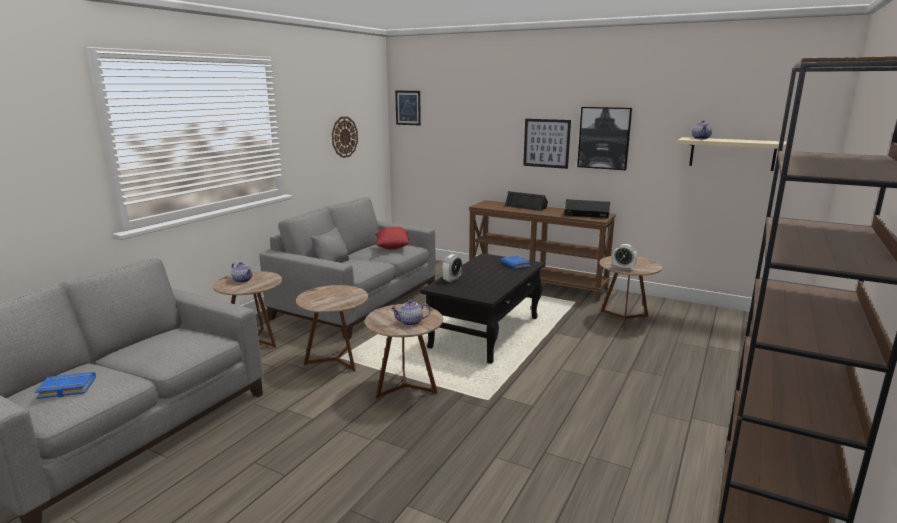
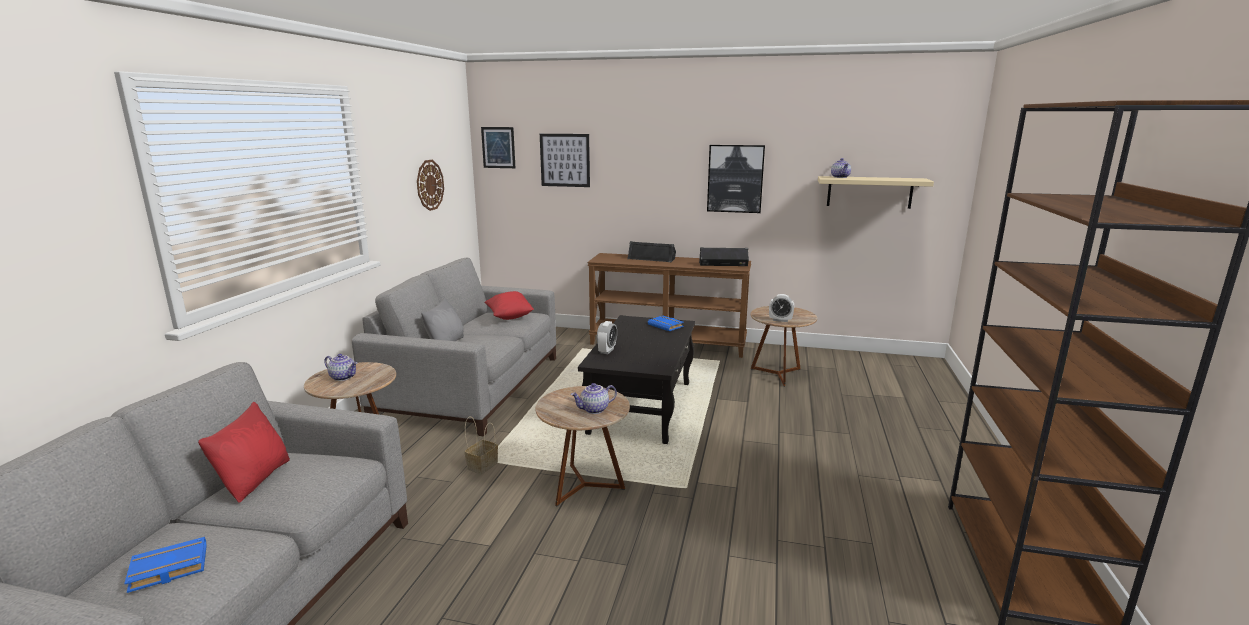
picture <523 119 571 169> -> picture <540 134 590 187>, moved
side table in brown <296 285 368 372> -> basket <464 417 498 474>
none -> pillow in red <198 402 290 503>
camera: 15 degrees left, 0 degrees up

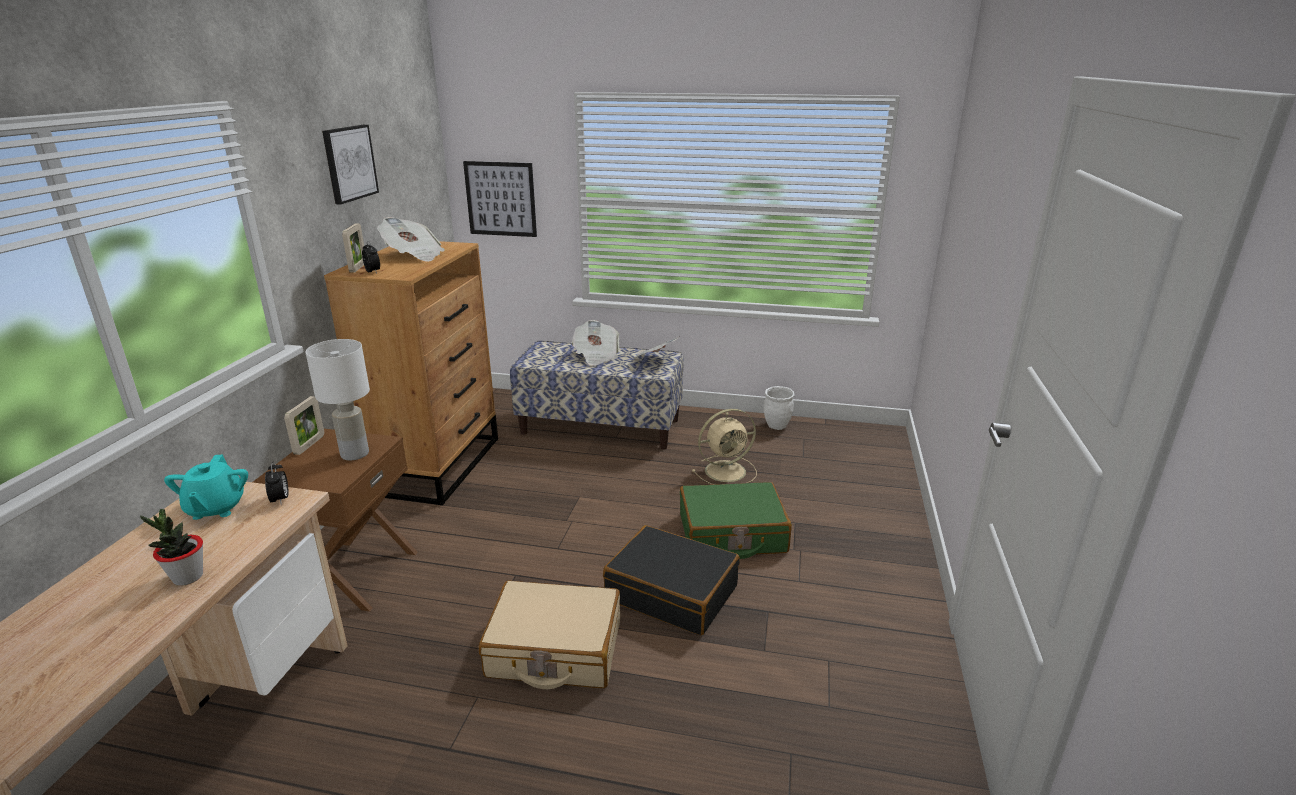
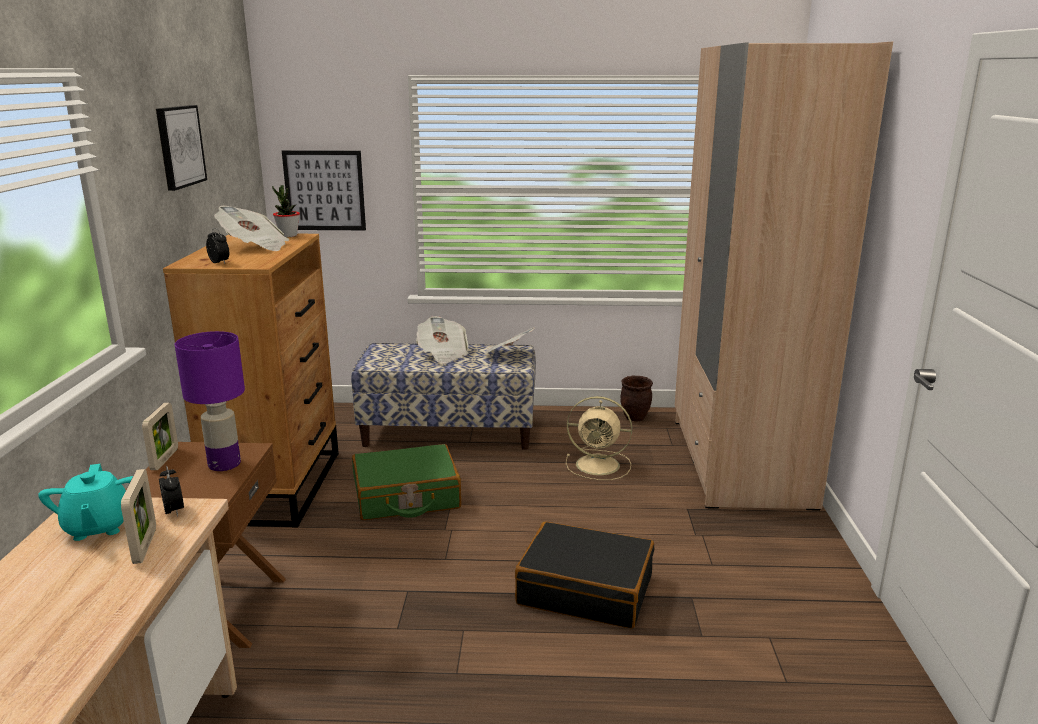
picture frame <342 223 364 273> -> picture frame <121 469 156 564>, moved
table lamp in white <305 339 370 460> -> table lamp in purple <175 331 245 471>
planter in white <764 386 795 430> -> planter in brown <621 376 653 422>
fan in beige <692 409 757 485> -> fan in beige <566 396 632 480>, 45 degrees clockwise
suitcase in green <680 482 792 559> -> suitcase in green <352 444 461 520>, moved
potted plant <140 509 203 586> -> potted plant <272 185 300 237>, moved
suitcase in beige <479 580 620 689> -> none
none -> wardrobe in beige <675 42 893 511>
camera: 10 degrees left, 5 degrees down

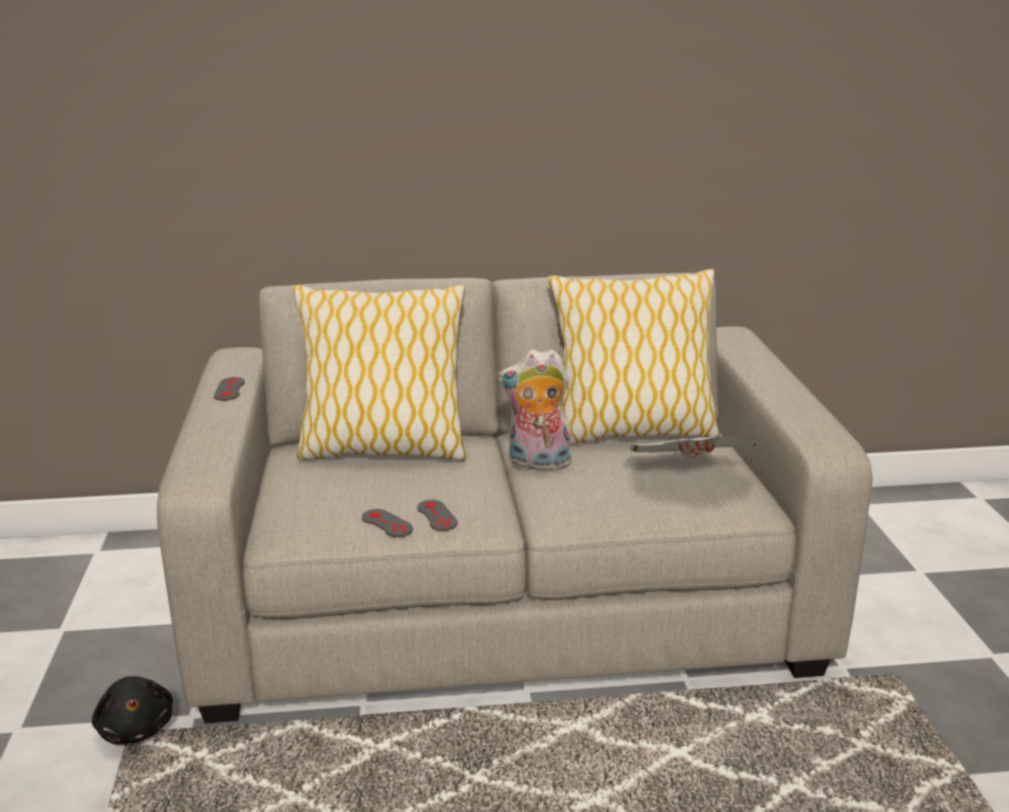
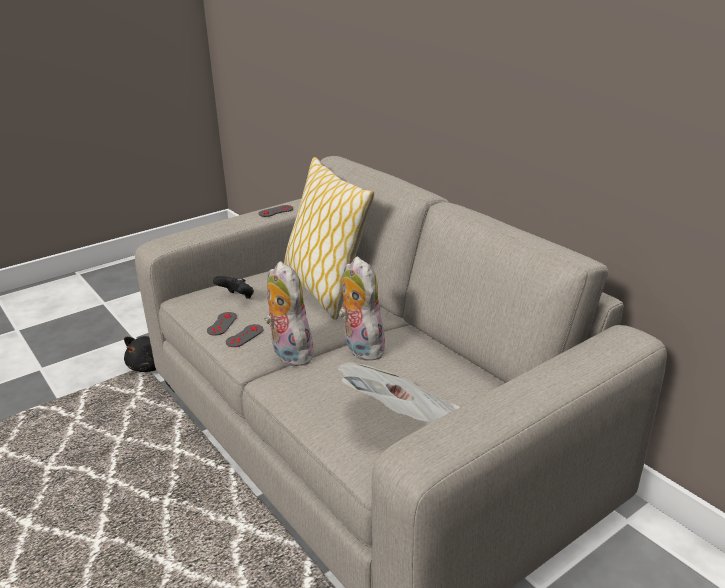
pillow <548 269 720 445> -> none
none -> plush toy <264 262 313 366>
none -> game controller in black <213 276 254 299>
camera: 60 degrees right, 5 degrees up

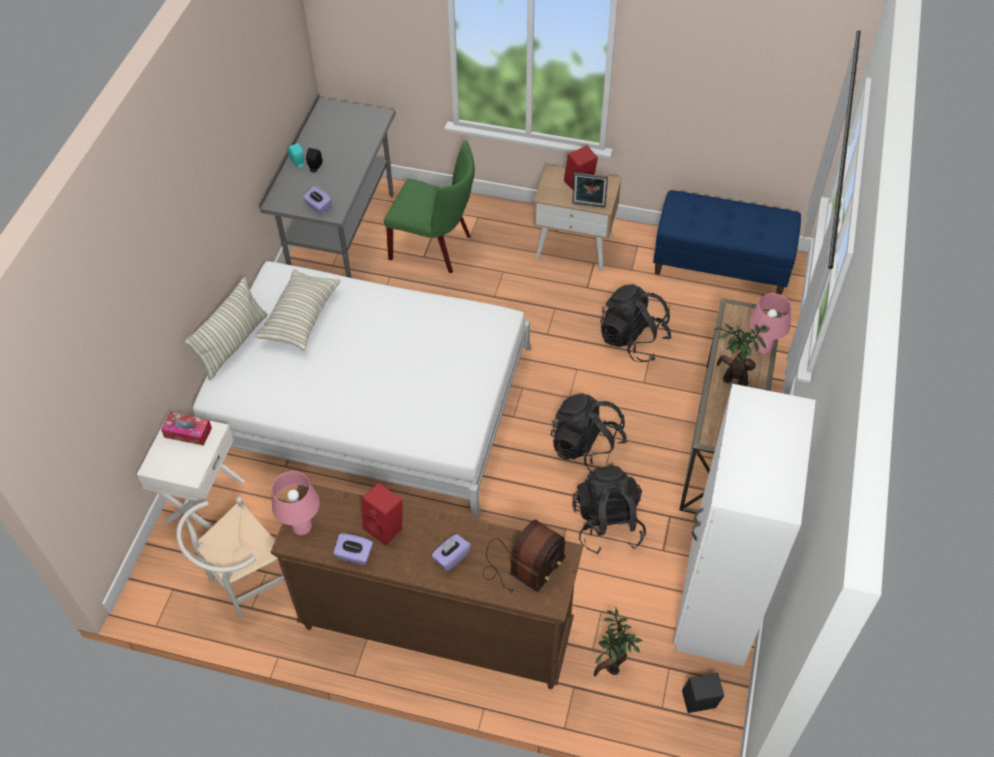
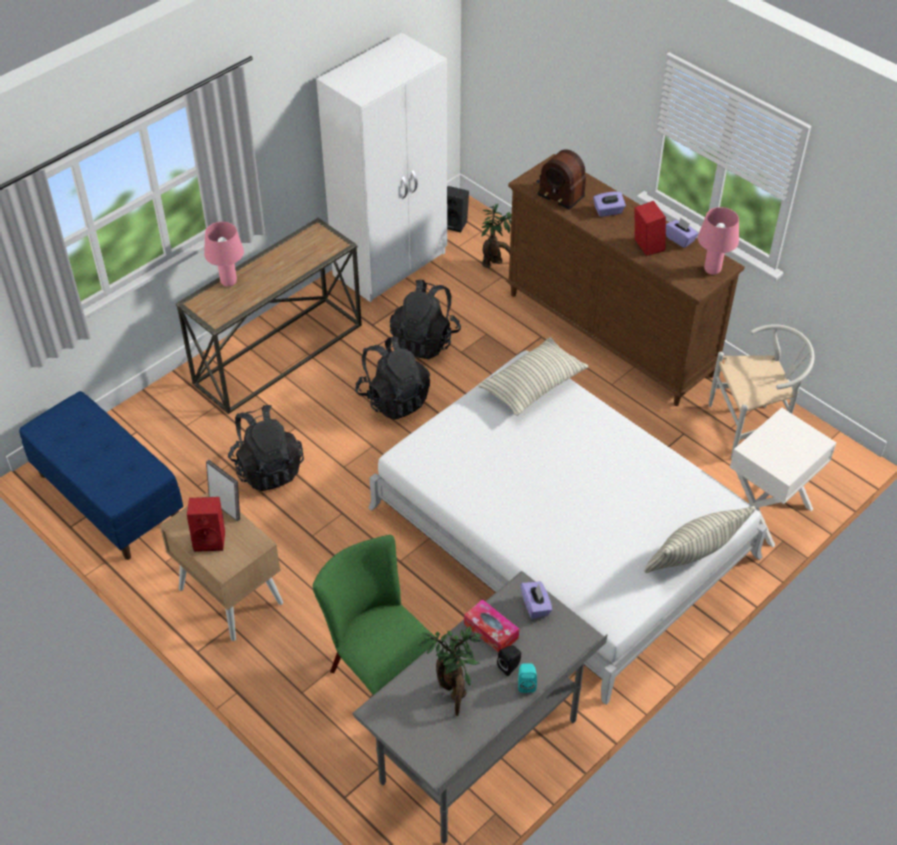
pillow <256 269 341 351> -> pillow <478 337 589 416>, moved
potted plant <714 323 770 386> -> potted plant <419 626 482 716>, moved
tissue box <161 412 212 446> -> tissue box <464 599 519 653>, moved
radio <483 520 566 593> -> radio <536 149 586 210>, 120 degrees counterclockwise
camera: 150 degrees left, 5 degrees down

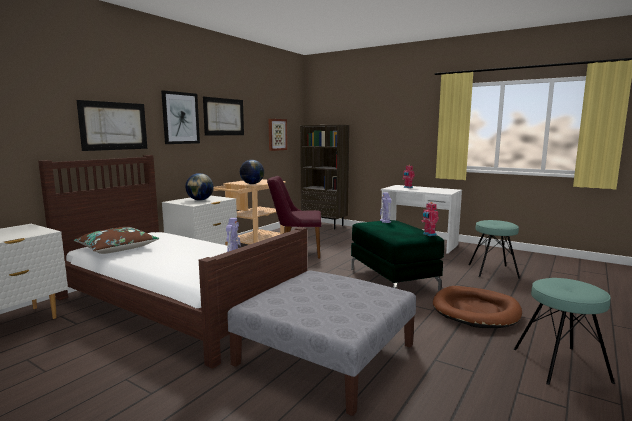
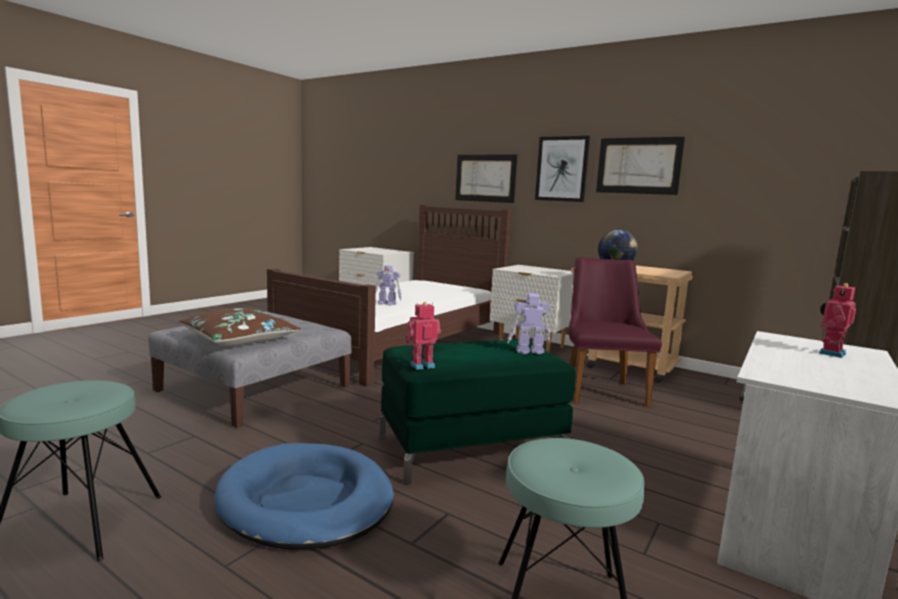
picture <269 119 287 151> -> none
globe <185 173 214 201> -> none
pillow in brown <74 227 159 254> -> pillow in brown <179 308 301 346>, moved
dog bed in brown <433 286 522 328> -> dog bed in blue <214 443 394 550>
camera: 90 degrees right, 0 degrees up

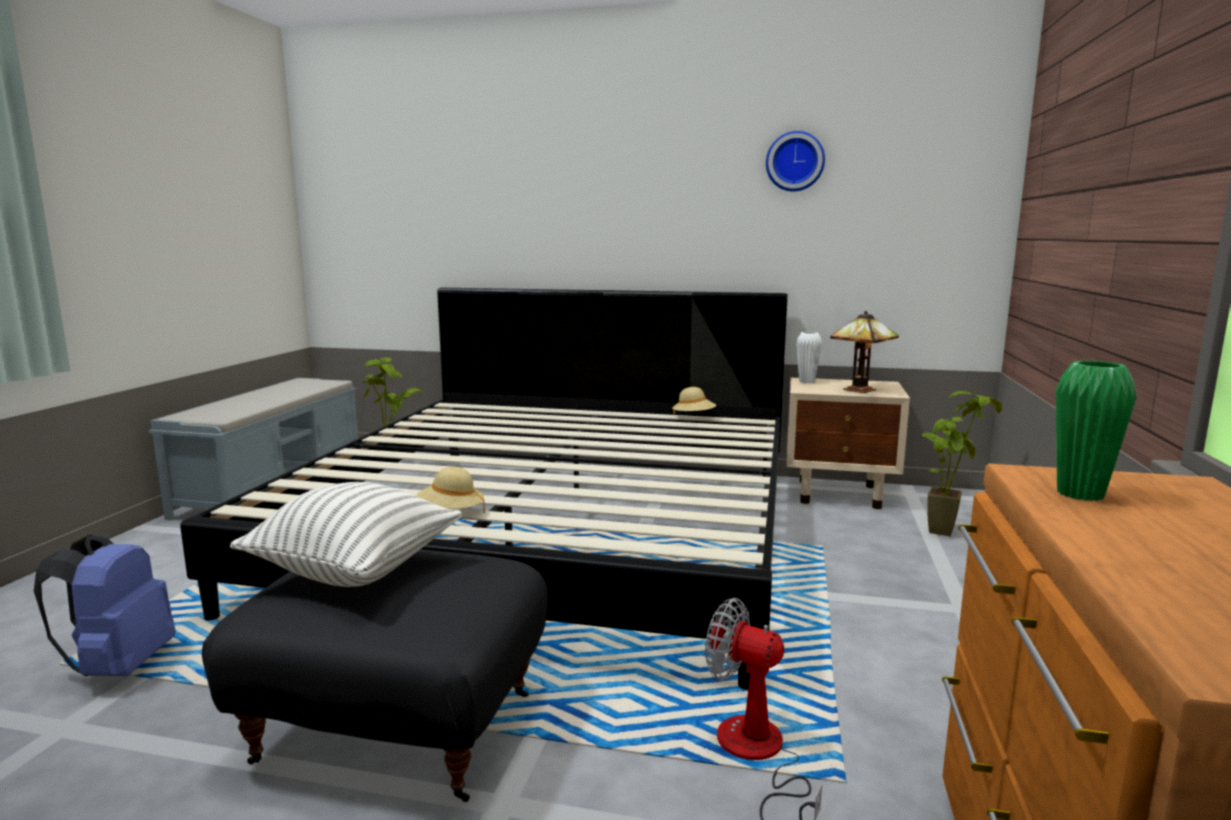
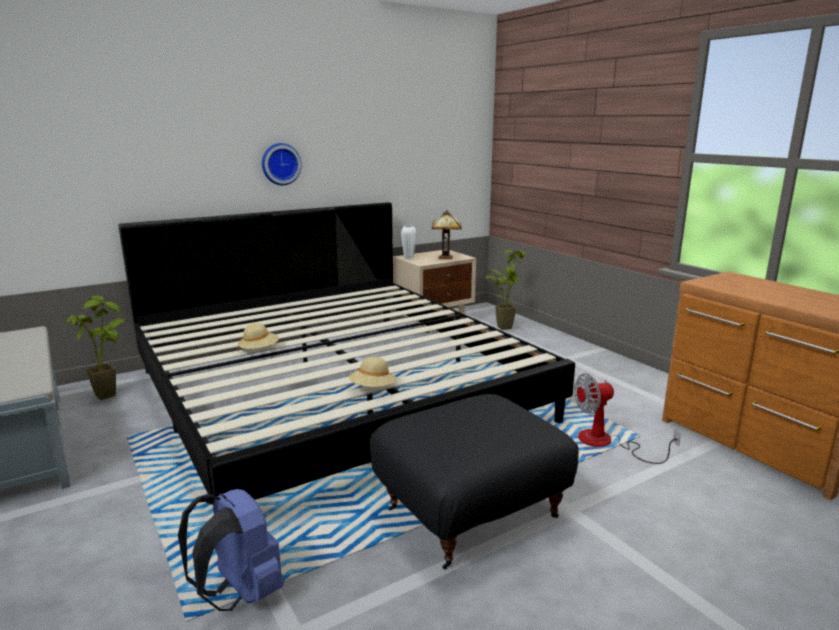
wall clock <766 131 825 192> -> wall clock <262 143 302 185>, moved
vase in green <1056 360 1136 501> -> none
hat in beige <672 387 716 414> -> hat in beige <238 323 279 353>, moved
pillow <230 482 462 587> -> none
camera: 45 degrees left, 5 degrees up

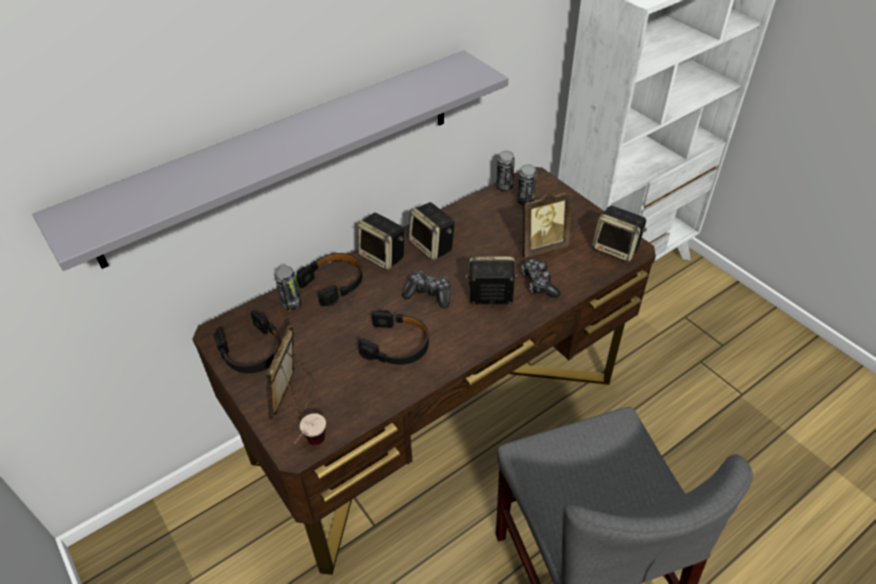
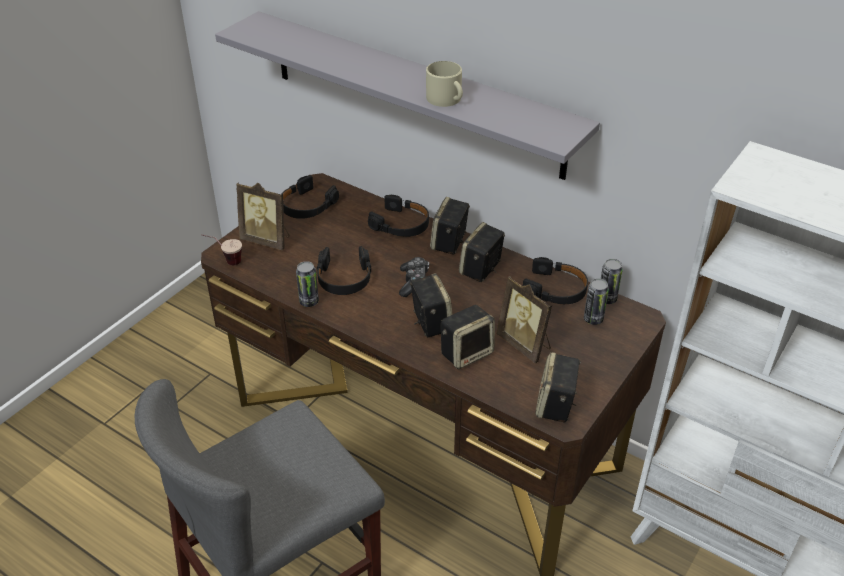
game controller <522 259 561 298> -> speaker <441 305 495 369>
can <275 266 301 310> -> can <296 261 319 307>, moved
picture frame <266 326 316 420> -> picture frame <237 183 290 250>, 150 degrees counterclockwise
none -> mug in beige <426 61 463 107>
none -> headphones in black <523 257 588 304>
camera: 70 degrees right, 5 degrees down

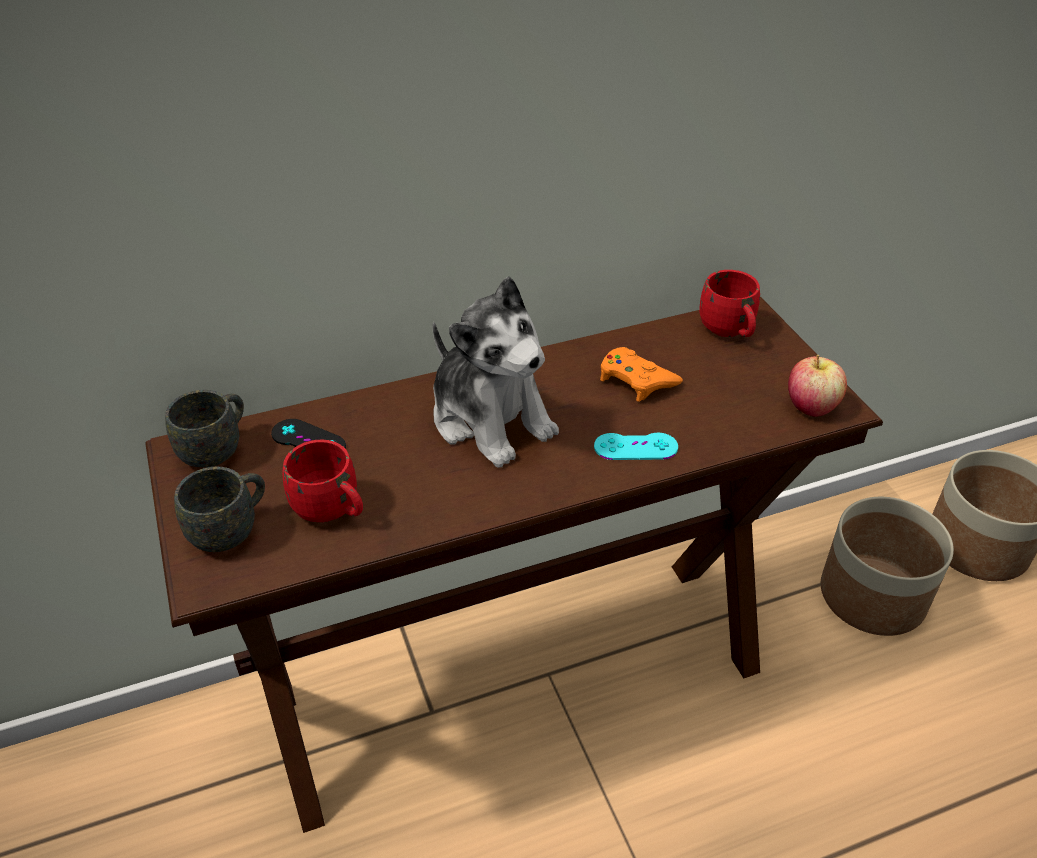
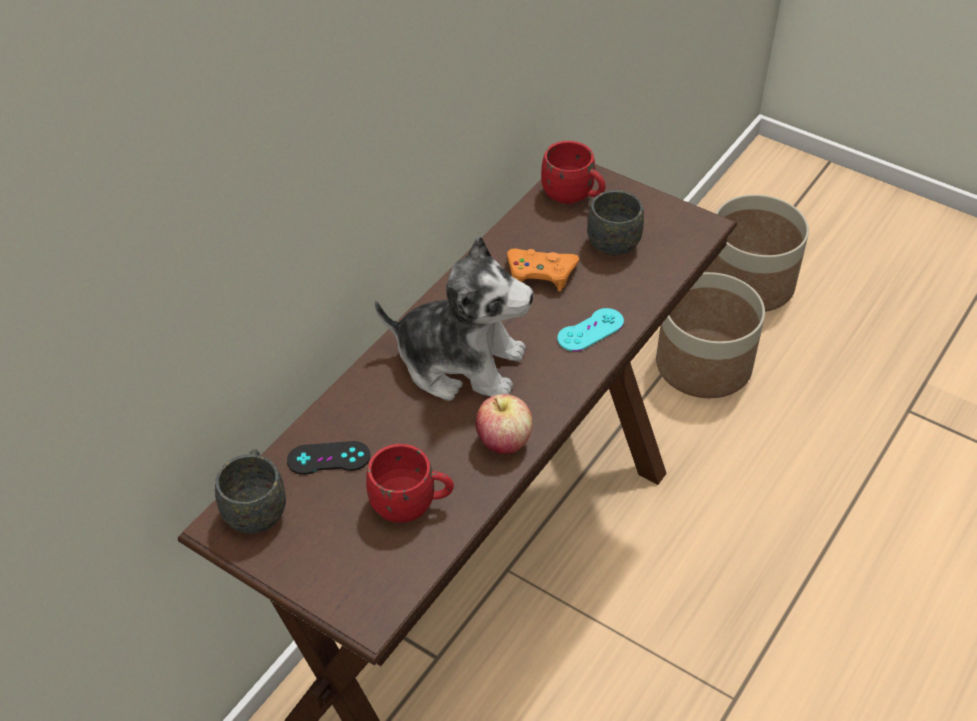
apple <788 355 847 417> -> apple <476 394 533 454>, moved
mug in grey <174 467 265 552> -> mug in grey <587 190 644 255>, moved
camera: 35 degrees left, 5 degrees up

